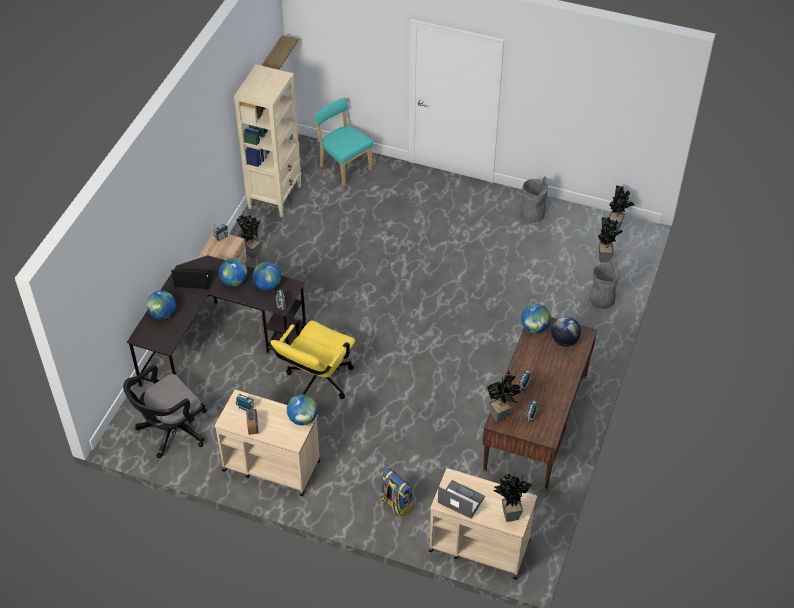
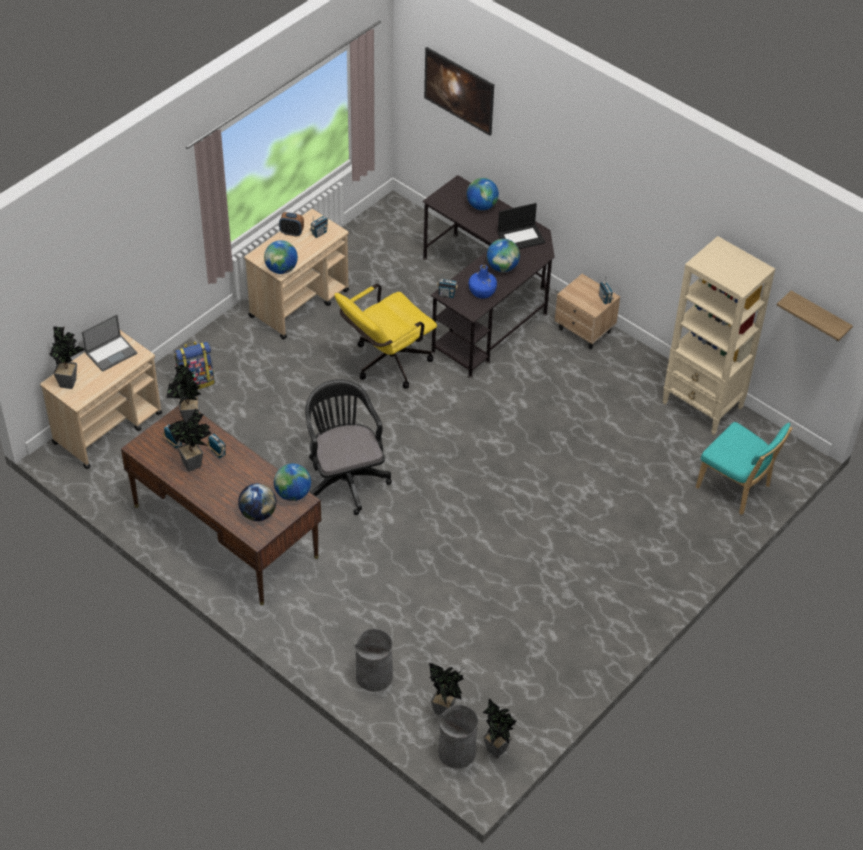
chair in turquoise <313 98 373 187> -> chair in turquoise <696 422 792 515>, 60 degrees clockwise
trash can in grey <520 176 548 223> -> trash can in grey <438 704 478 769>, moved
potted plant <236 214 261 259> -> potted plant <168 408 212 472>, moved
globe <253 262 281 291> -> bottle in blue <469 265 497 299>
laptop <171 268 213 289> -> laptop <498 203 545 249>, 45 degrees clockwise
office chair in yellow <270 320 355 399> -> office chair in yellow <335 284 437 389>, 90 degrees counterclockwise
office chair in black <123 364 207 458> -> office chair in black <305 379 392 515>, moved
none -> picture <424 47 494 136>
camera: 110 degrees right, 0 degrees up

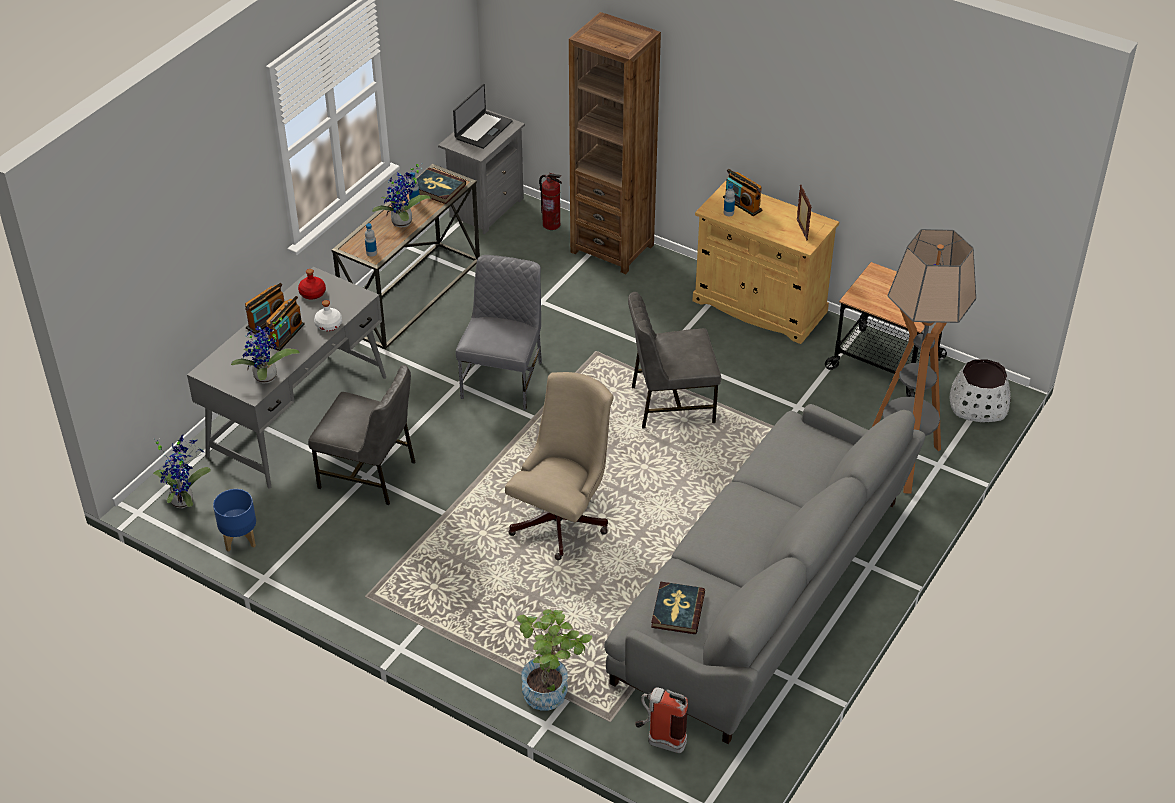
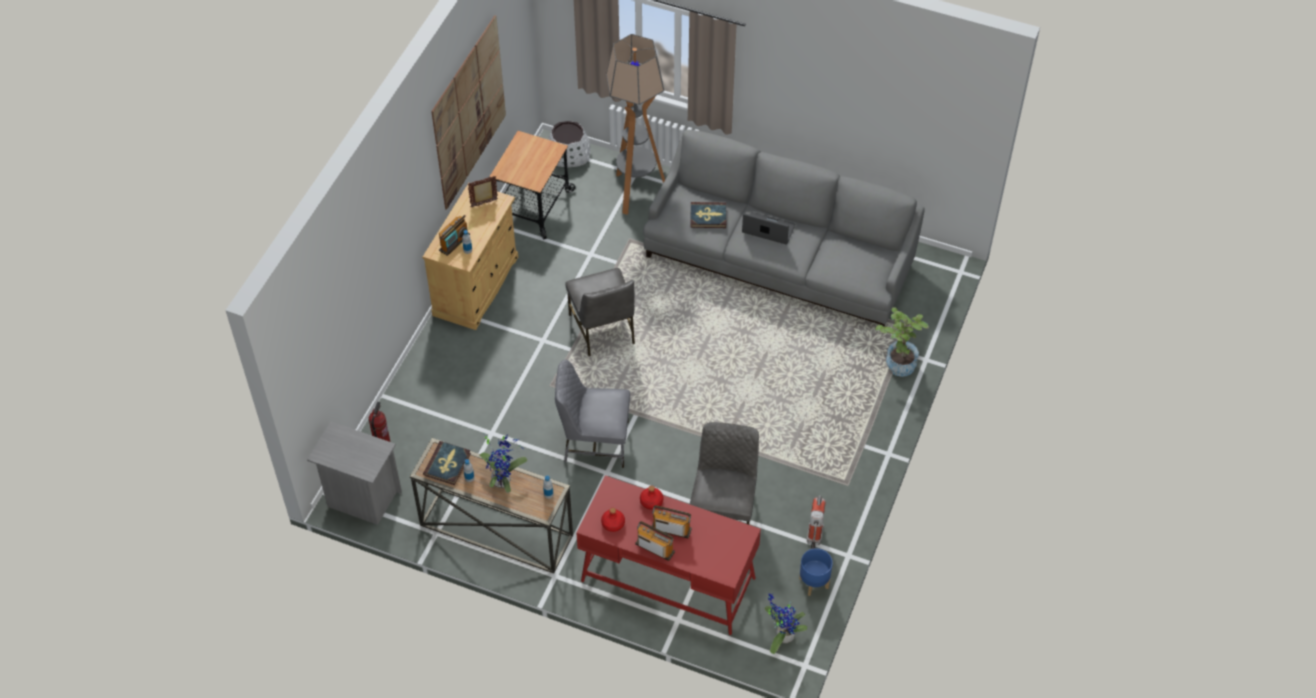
bookcase in brown <569 12 661 274> -> none
laptop <453 84 513 149> -> laptop <742 212 795 244>, moved
desk in grey <187 267 386 488> -> desk in red <577 475 761 635>
bottle in white <314 300 342 331> -> bottle in red <640 486 663 510>
potted plant <231 317 300 384> -> none
office chair in beige <505 372 613 560> -> none
book <651 581 705 634> -> book <690 202 726 228>, moved
fire extinguisher <635 687 688 753> -> fire extinguisher <807 495 825 549>, moved
none -> picture <431 15 506 210>
camera: 100 degrees left, 10 degrees up

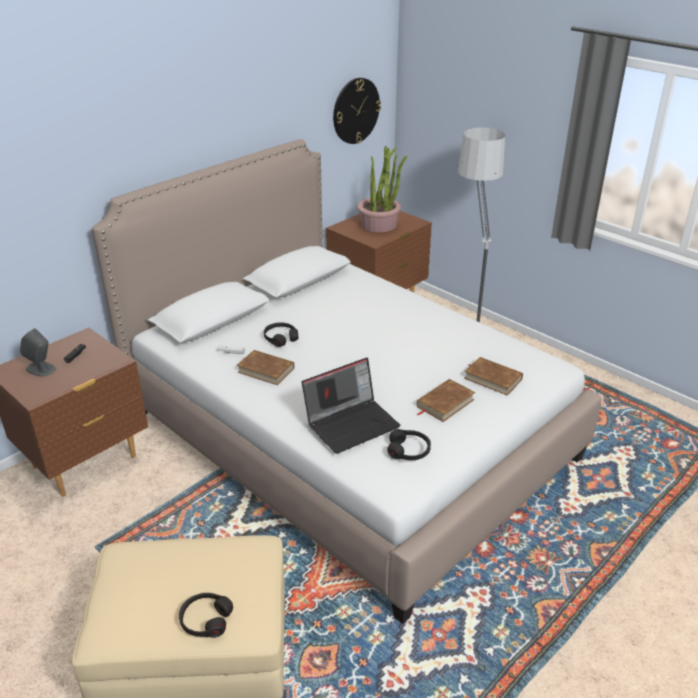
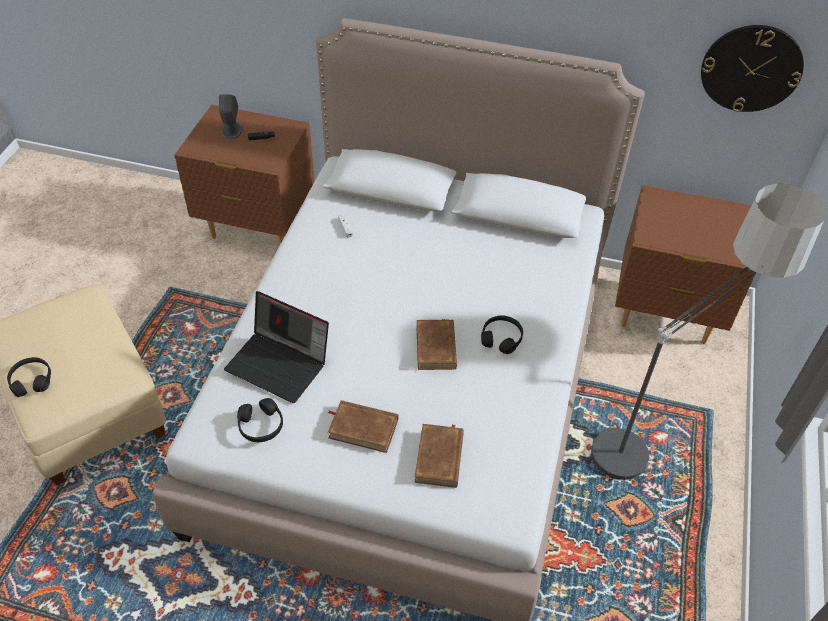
potted plant <357 146 407 233> -> none
headphones in black <264 322 298 347> -> headphones in black <481 315 523 354>, moved
book in brown <237 350 294 385> -> book in brown <416 319 457 370>, moved
camera: 60 degrees right, 15 degrees up

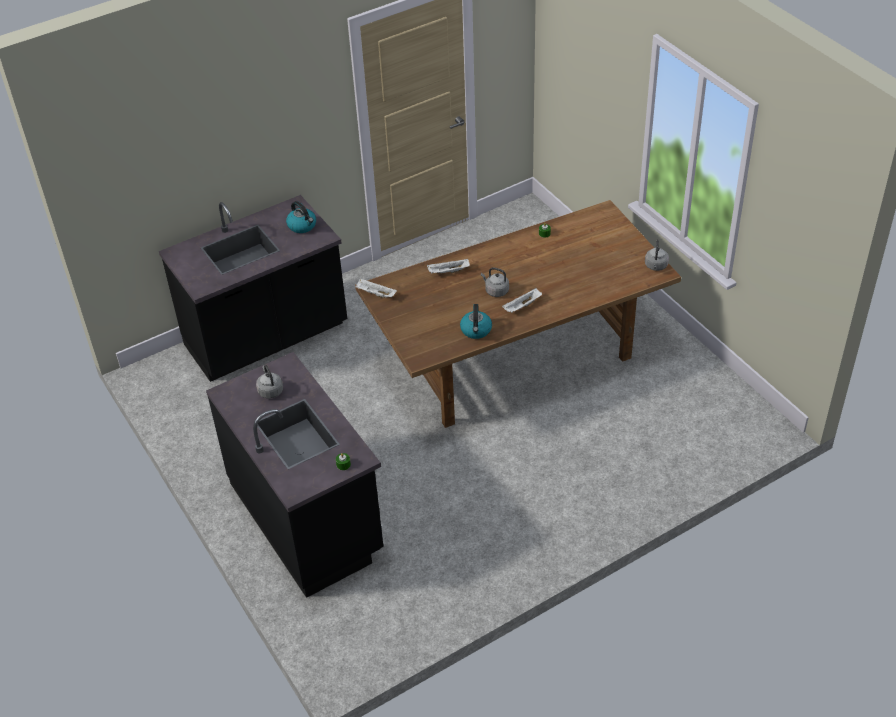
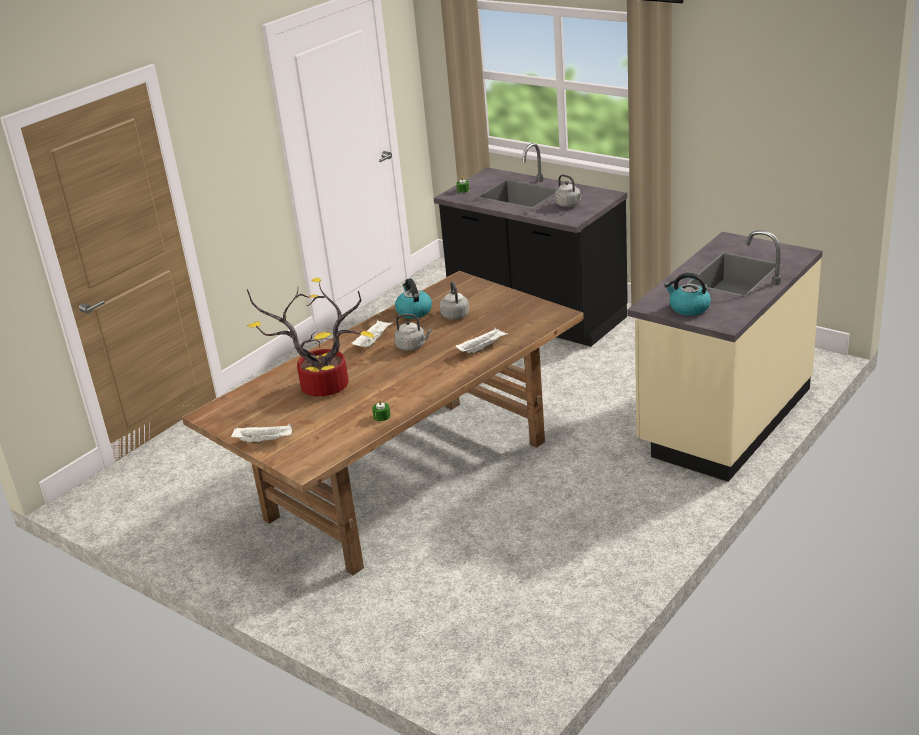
counter in black <159 195 347 382> -> counter in beige <627 230 822 482>
kettle in grey <645 240 669 271> -> kettle in grey <440 281 469 320>, moved
tray in white <355 278 397 298> -> tray in white <231 423 292 444>, moved
none -> potted plant <247 278 374 396>
camera: 160 degrees right, 15 degrees down

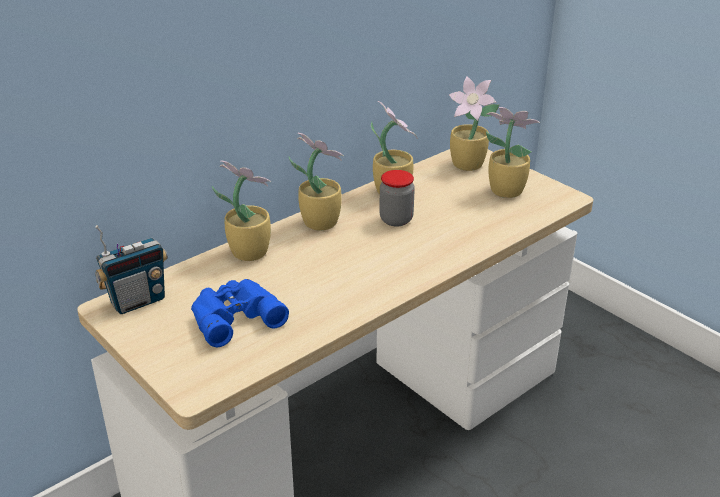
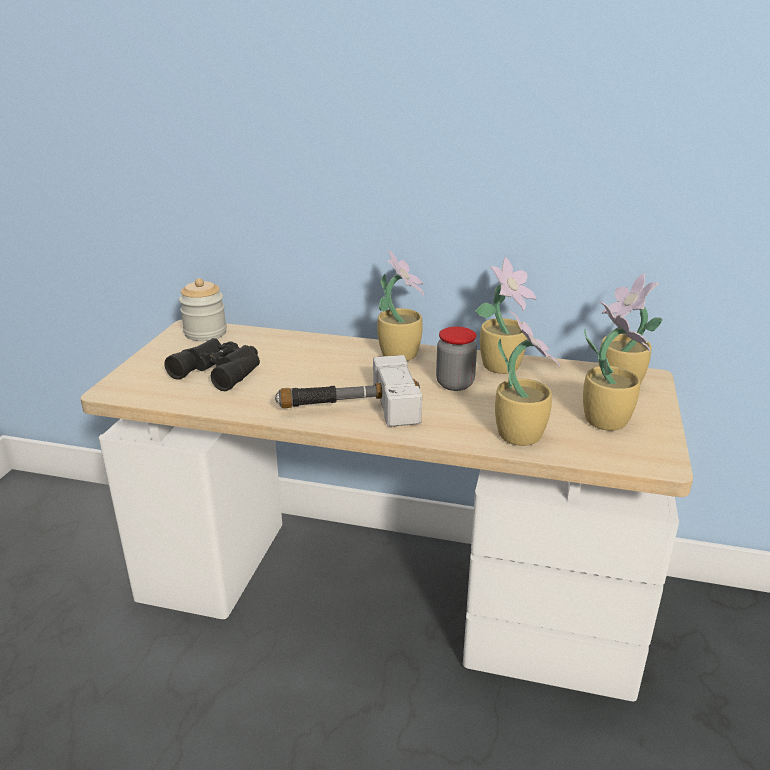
potted plant <212 161 271 261> -> potted plant <495 311 561 446>, moved
radio <95 225 168 314> -> jar <179 278 227 341>
binoculars in blue <191 279 289 348> -> binoculars in black <164 338 260 391>
none -> hammer <275 355 422 427>
camera: 55 degrees right, 5 degrees down

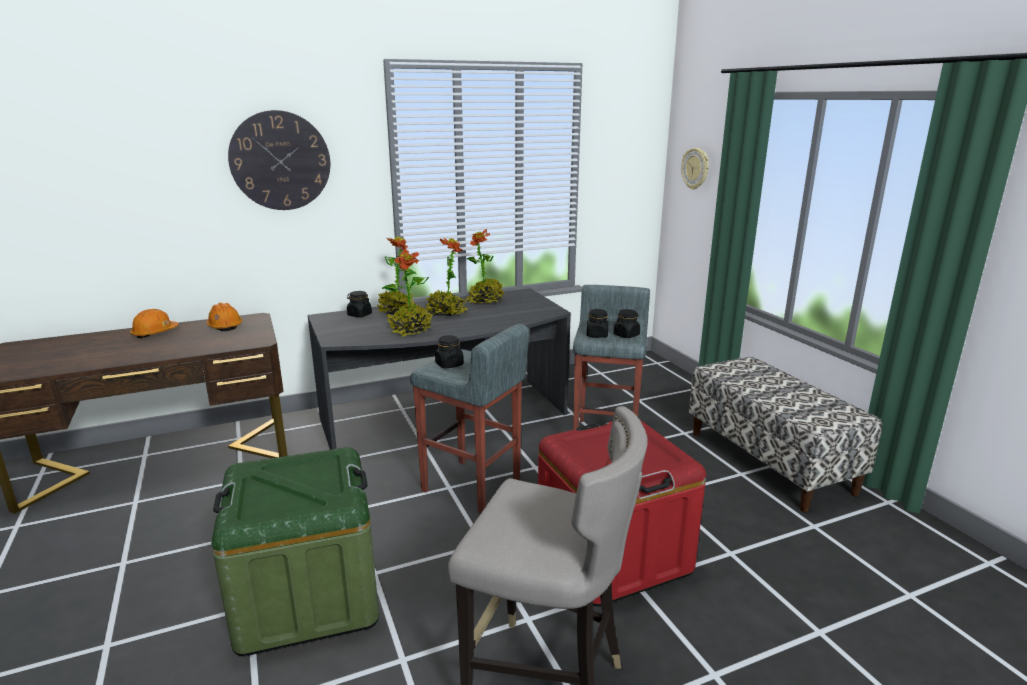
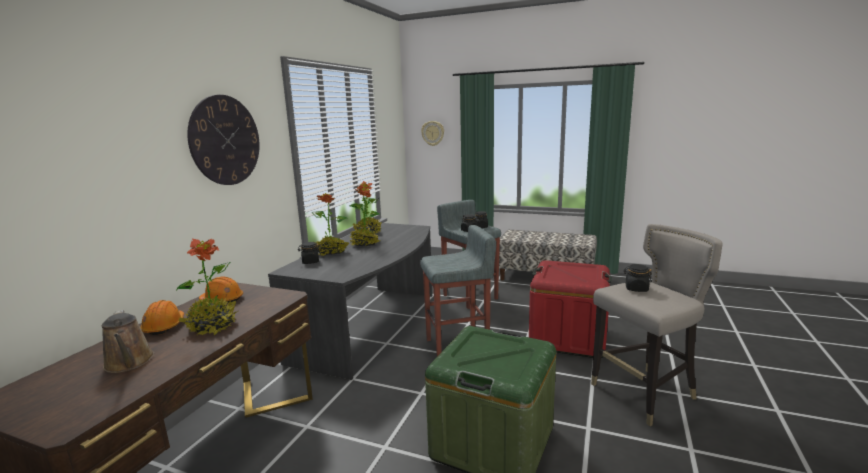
potted plant <381 248 433 337> -> potted plant <177 238 238 336>, moved
jar in black <435 335 464 369> -> jar in black <624 264 652 292>, moved
none -> watering can in brown <101 310 154 373>
camera: 45 degrees left, 5 degrees down

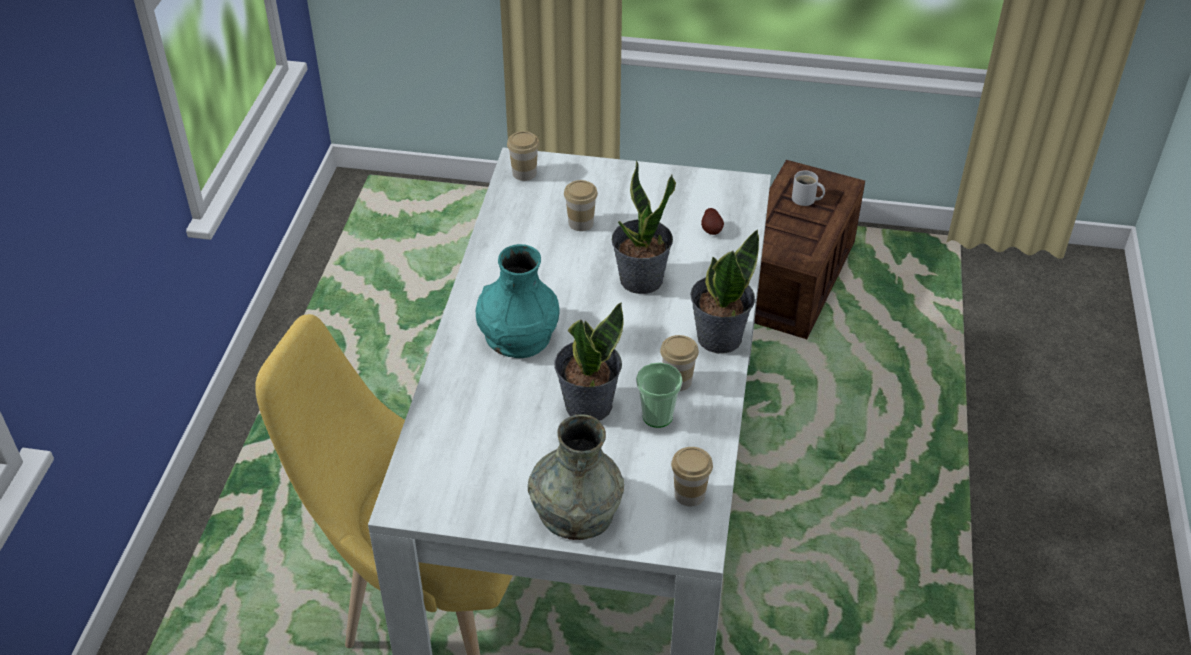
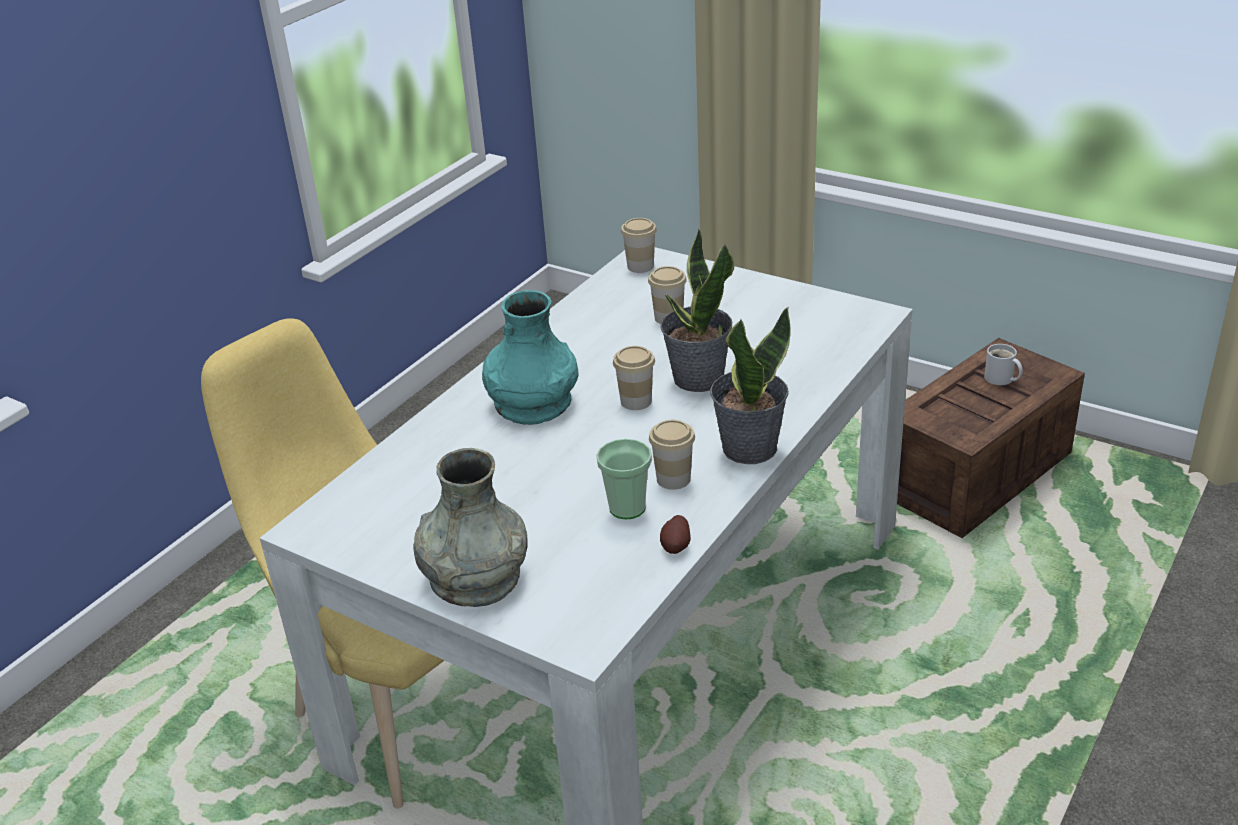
potato <701 208 724 235> -> potato <660 515 691 554>, moved
potted plant <554 302 624 421> -> none
cup <671 447 713 507> -> cup <613 346 655 410>, moved
camera: 25 degrees right, 10 degrees down

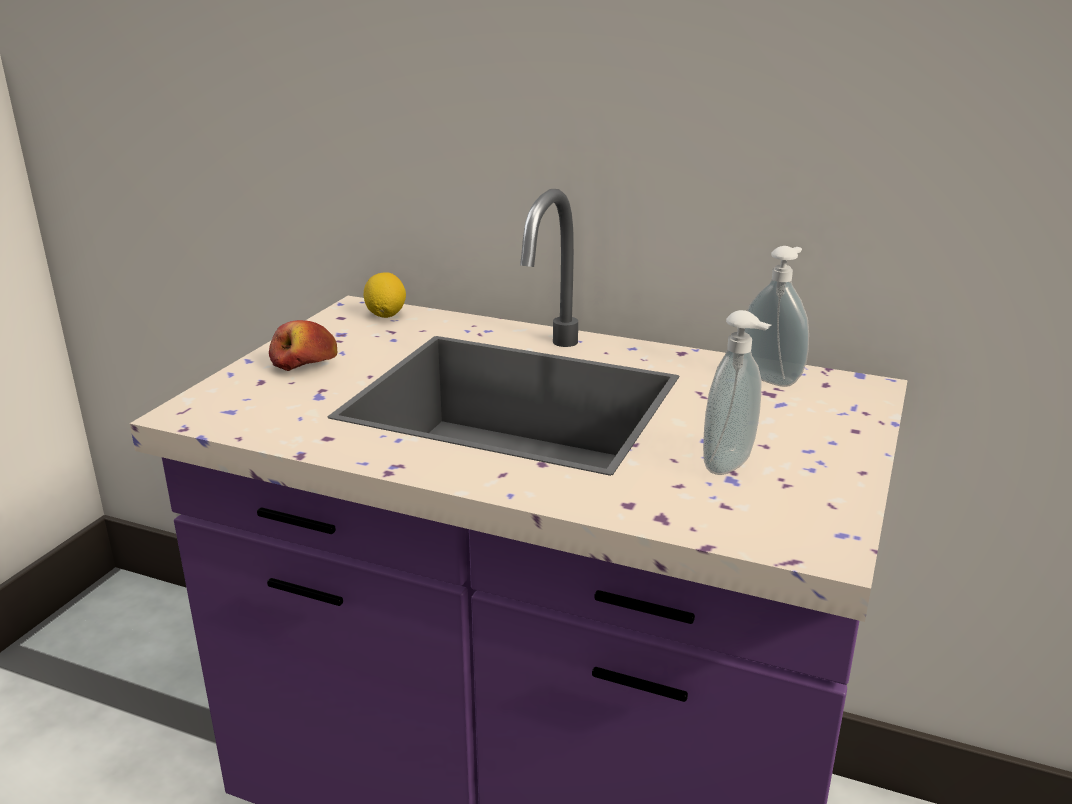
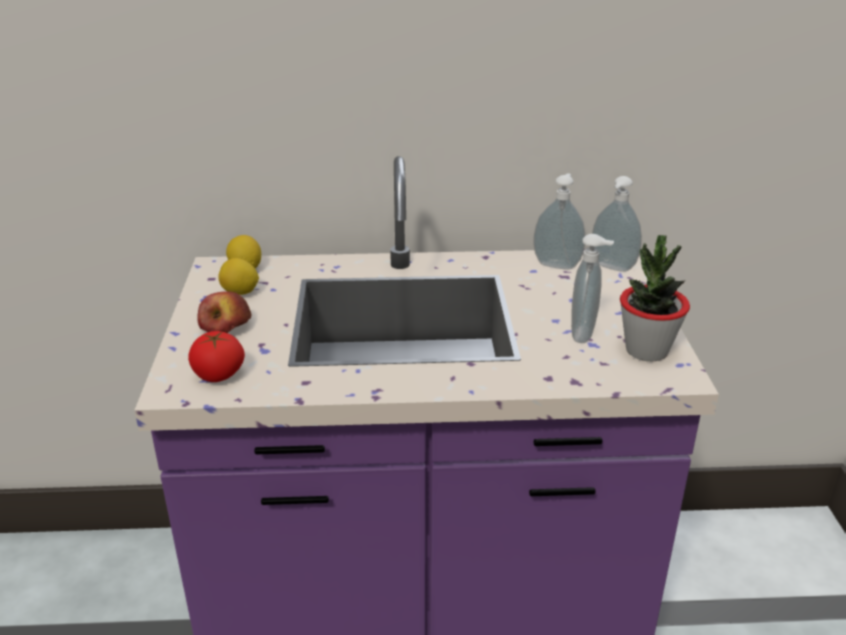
none -> soap dispenser <592 176 642 272>
none -> potted plant <620 235 690 362>
none -> lemon <218 258 259 295>
none -> tomato <188 331 245 382>
camera: 25 degrees left, 5 degrees up

